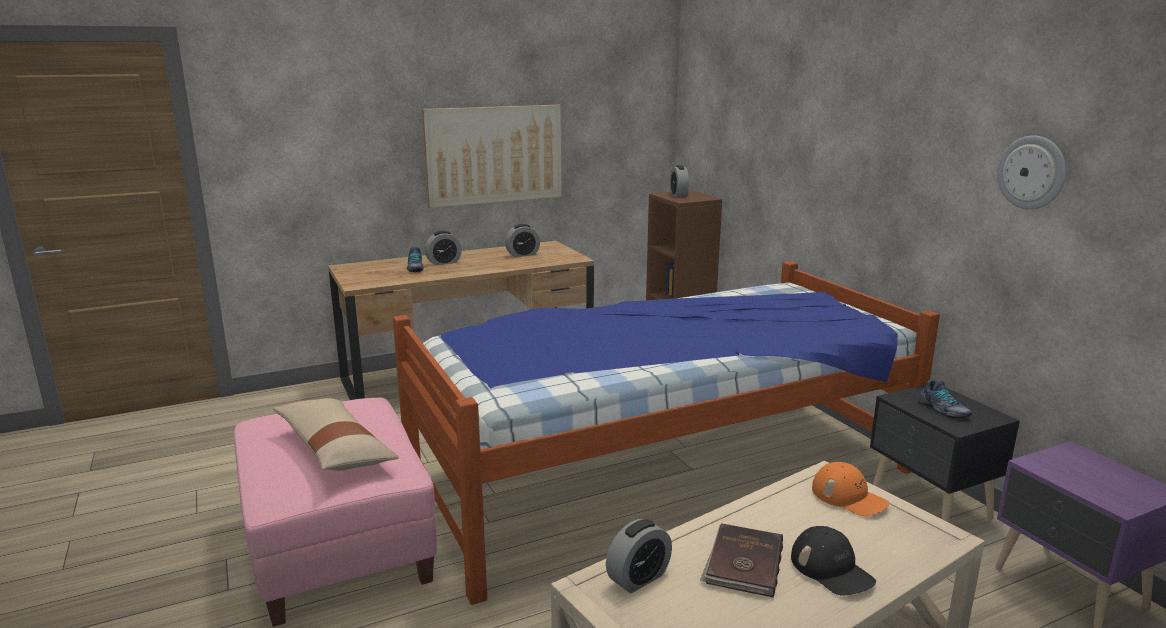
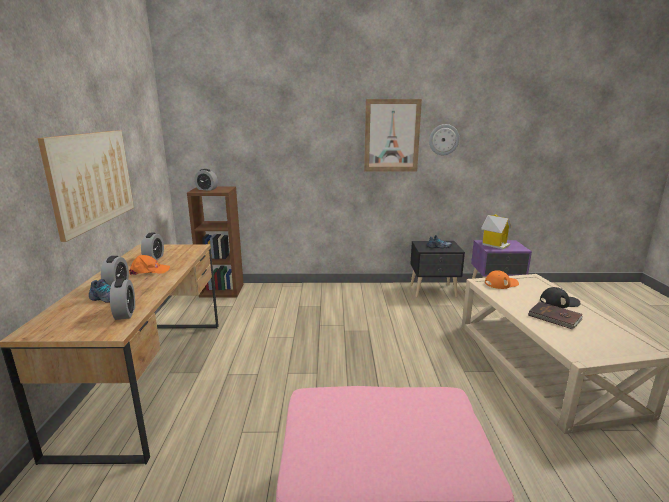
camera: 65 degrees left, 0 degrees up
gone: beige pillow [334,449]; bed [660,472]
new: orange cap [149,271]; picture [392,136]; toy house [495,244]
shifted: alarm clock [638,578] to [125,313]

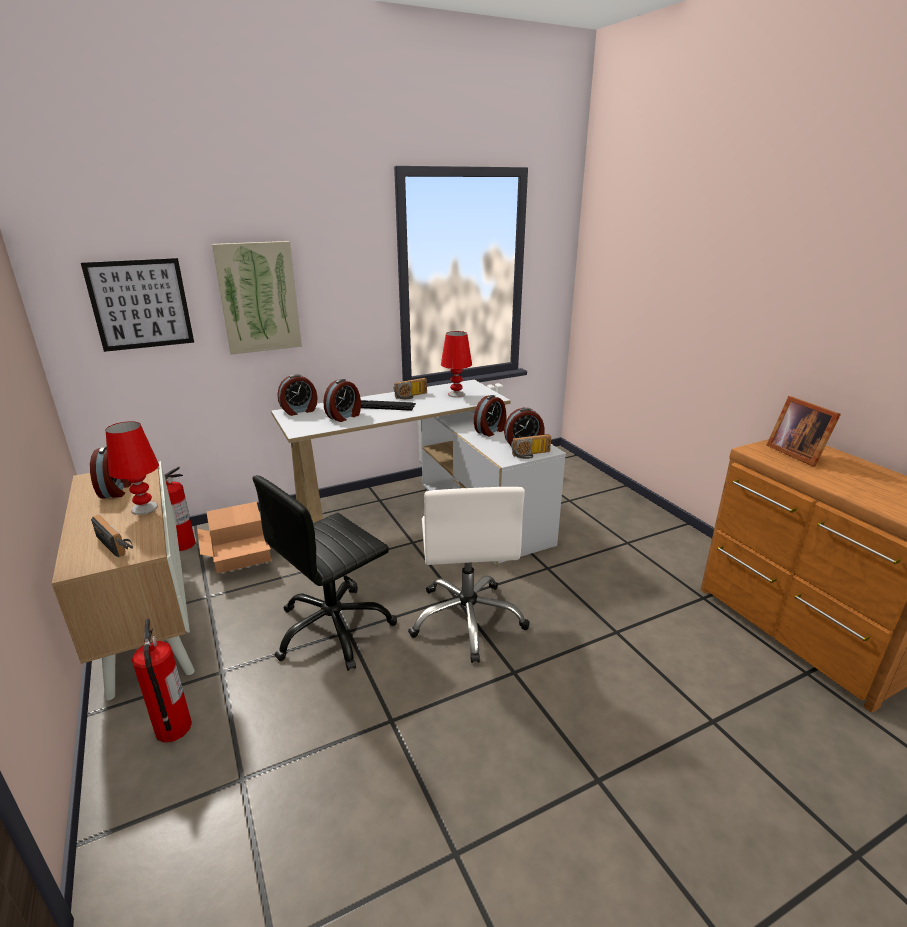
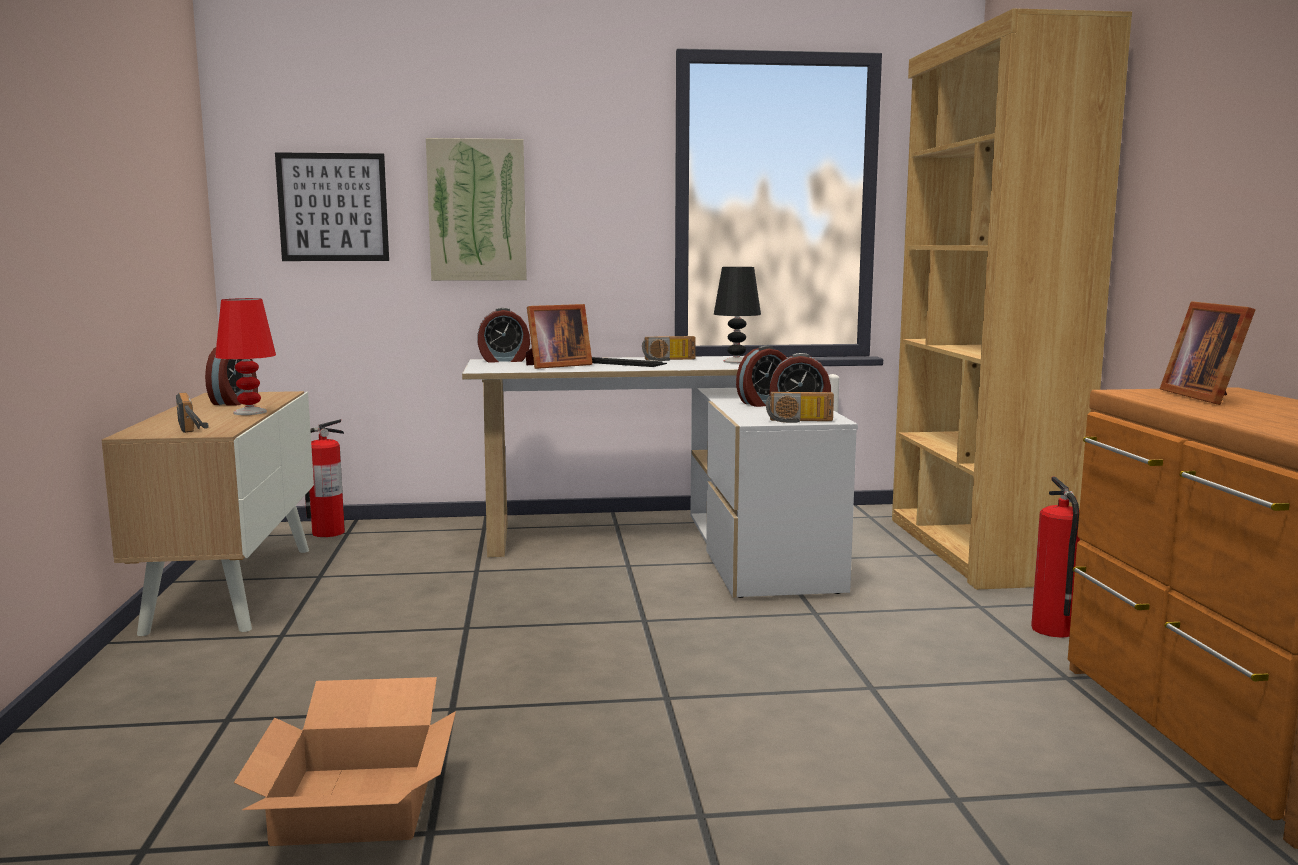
camera: 20 degrees right, 15 degrees down
gone: black office chair [334,629]; white office chair [468,619]
new: brown bookcase [976,549]
shifted: fire extinguisher [173,728] to [1054,629]; cardboard box [240,553] to [353,802]
swapped: alarm clock [344,416] to picture frame [555,366]
repainted: red table lamp [456,394] to black table lamp [736,361]

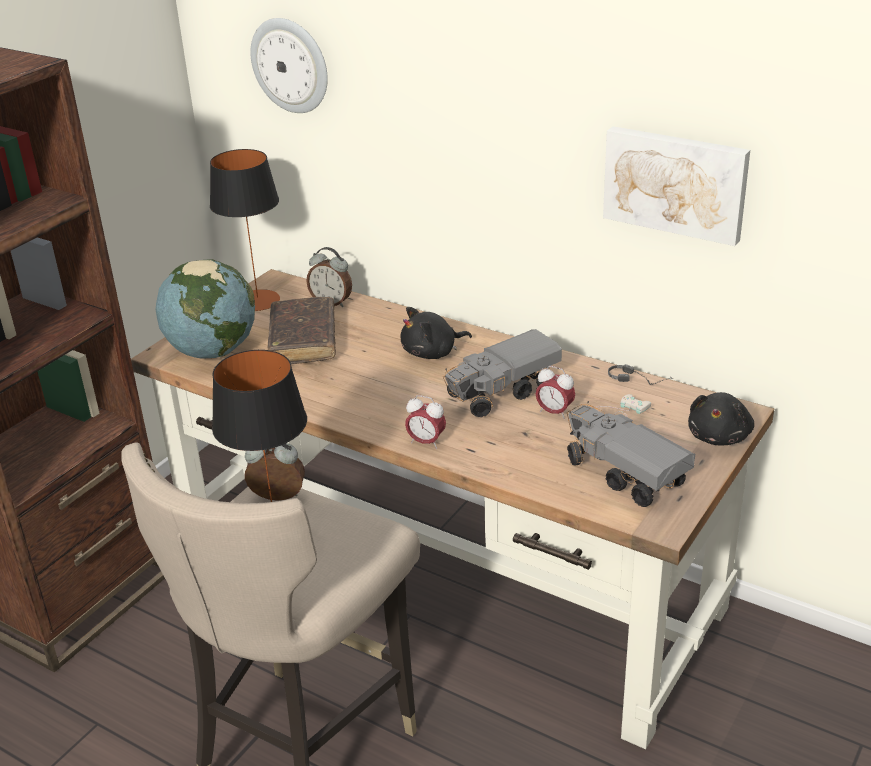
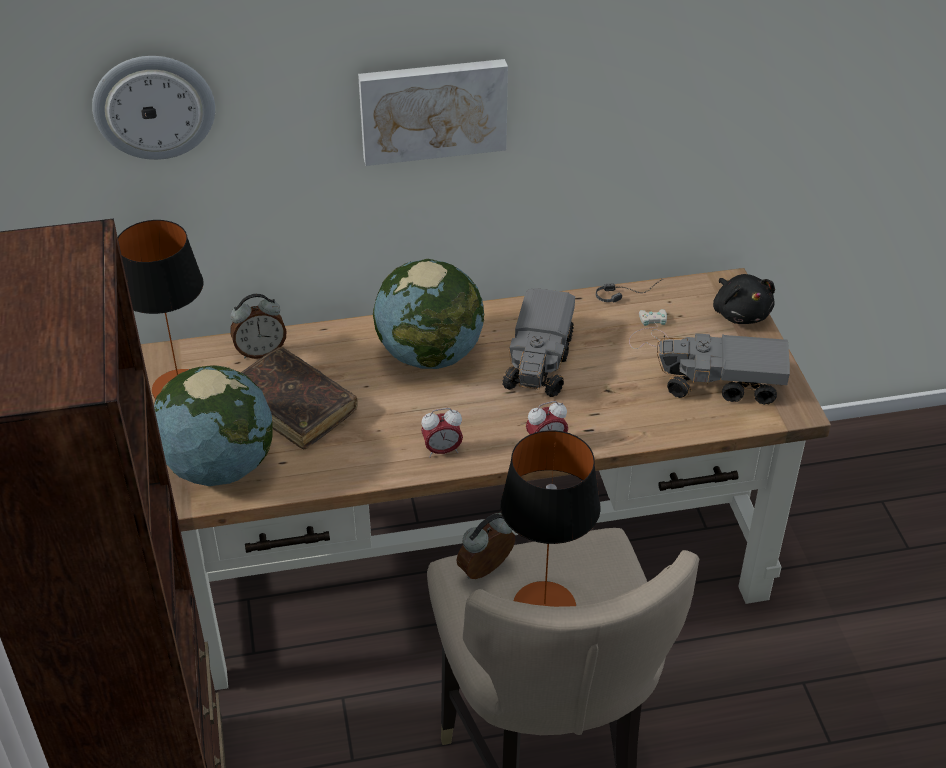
camera: 45 degrees left, 10 degrees up
shifted: alarm clock [554,412] to [442,450]; picture [676,183] to [433,109]
swapped: black plush toy [432,353] to globe [430,355]

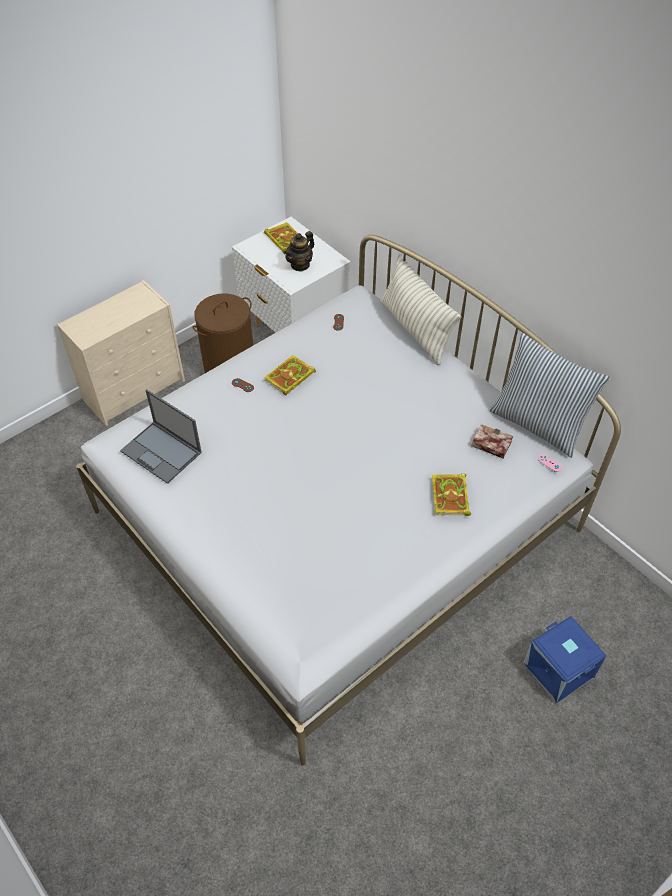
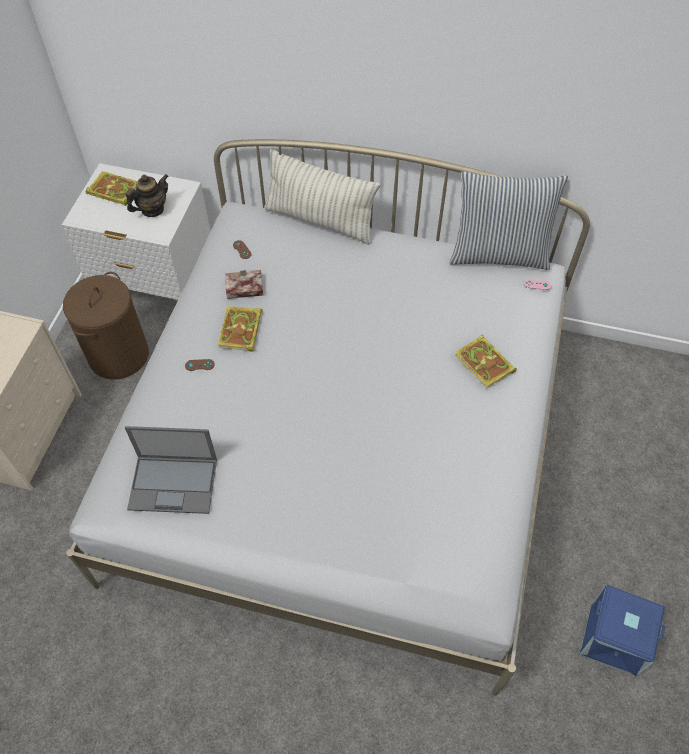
camera: 35 degrees left, 5 degrees up
shifted: book [489,444] to [243,288]; blue storage box [557,670] to [612,639]
rotated: teapot [300,265] = [152,209] 135 degrees counterclockwise

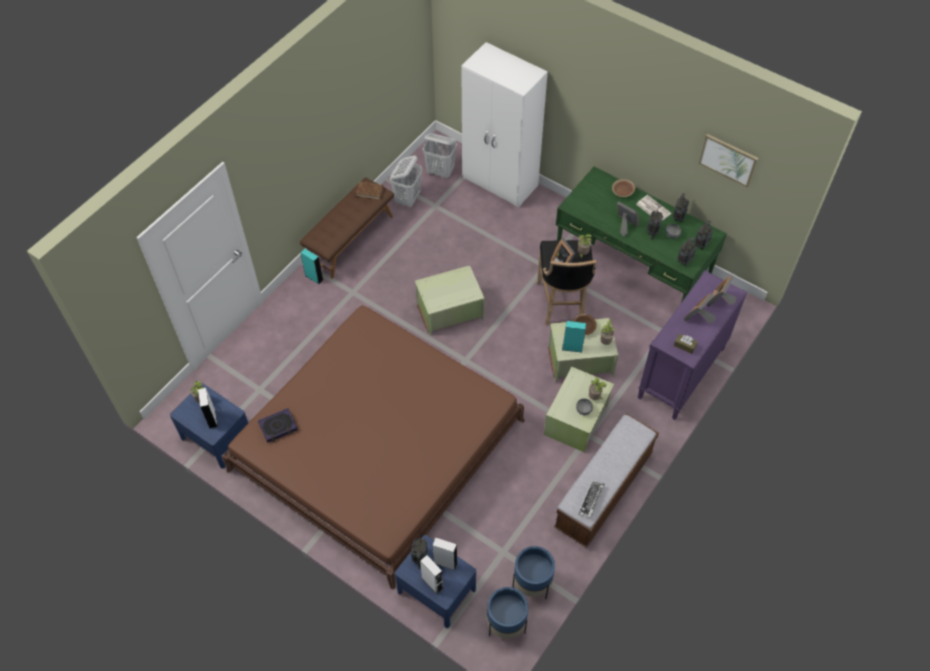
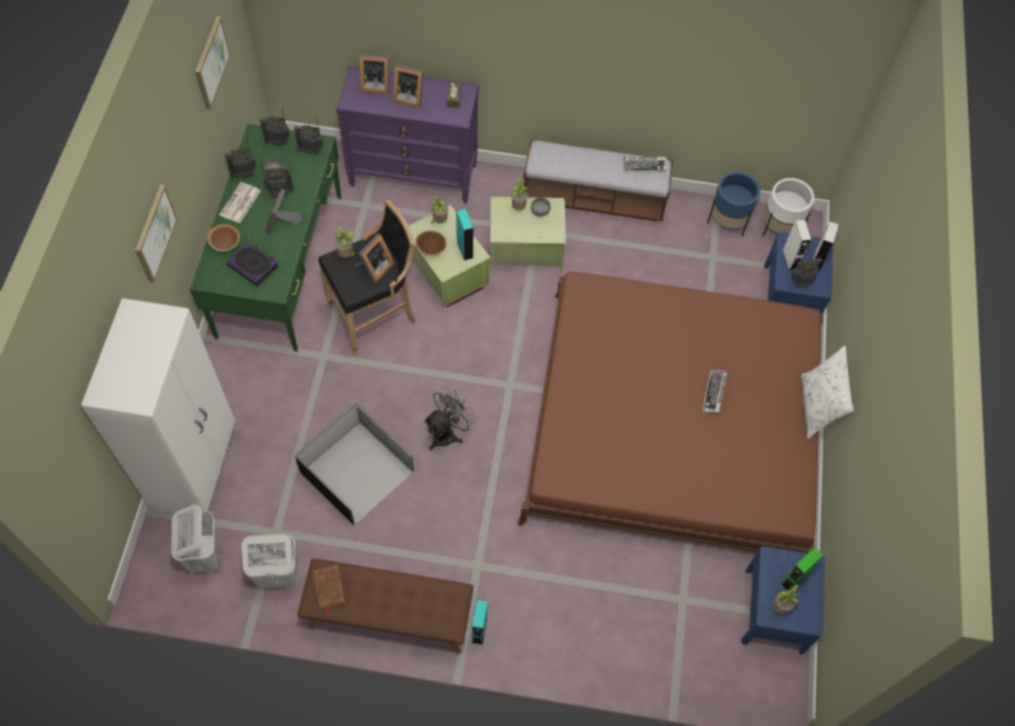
camera: 120 degrees left, 5 degrees up
new: picture [154,233]; black storage box [356,472]; keyboard [714,393]; white pillow [817,407]
shifted: book [278,427] to [253,266]
swapped: green storage box [449,311] to grey fan [448,433]
repainted: white speaker [212,418] to green speaker [793,579]; blue planter [506,624] to white planter [779,228]

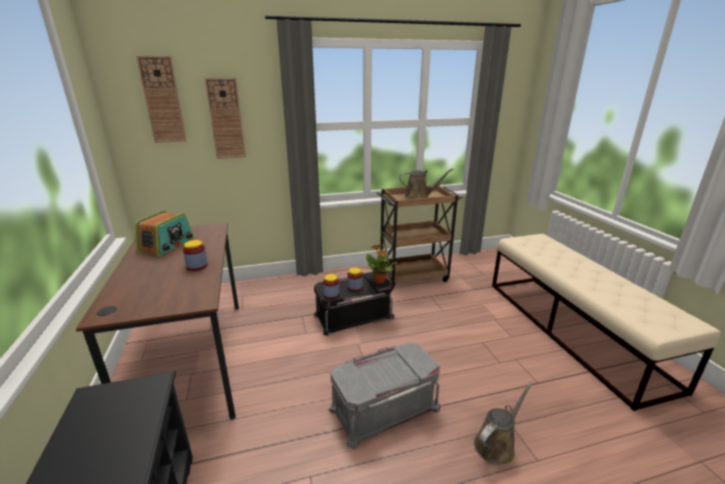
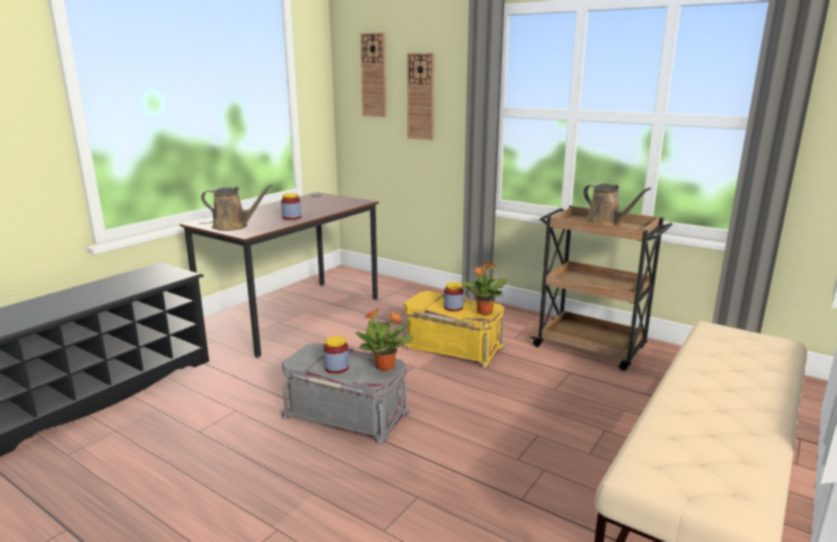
camera: 50 degrees right, 5 degrees down
gone: radio [167,245]
new: potted plant [386,367]
shifted: jar [331,294] to [336,368]; brown watering can [496,444] to [233,226]
repainted: black storage box [353,315] to yellow storage box [453,347]

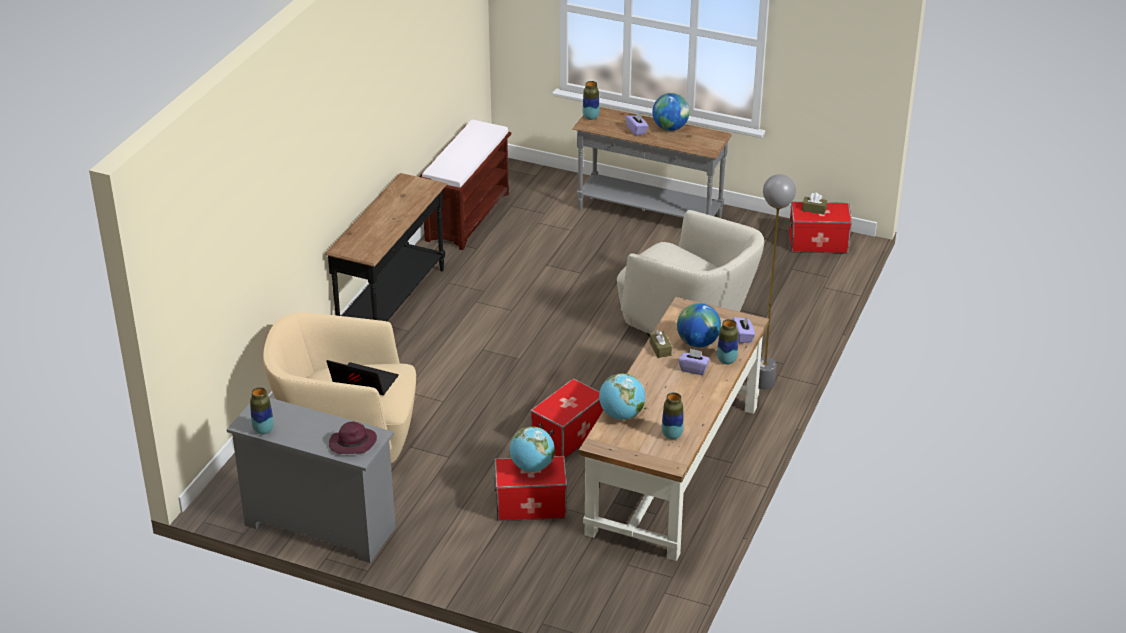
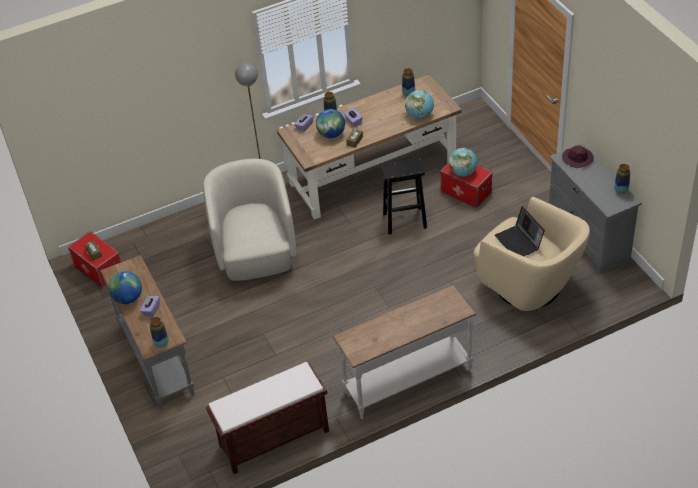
camera: 135 degrees left, 10 degrees up
swapped: storage box [567,435] to black stool [404,221]
repainted: black console table [393,304] to white console table [407,380]

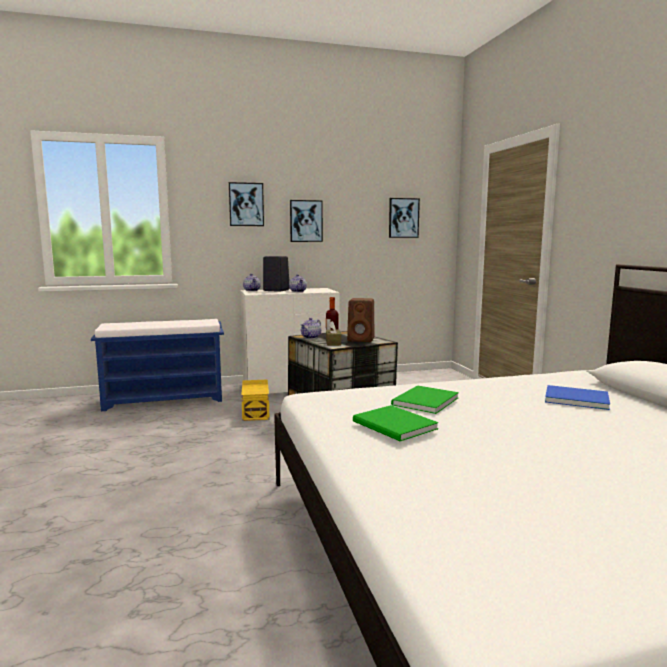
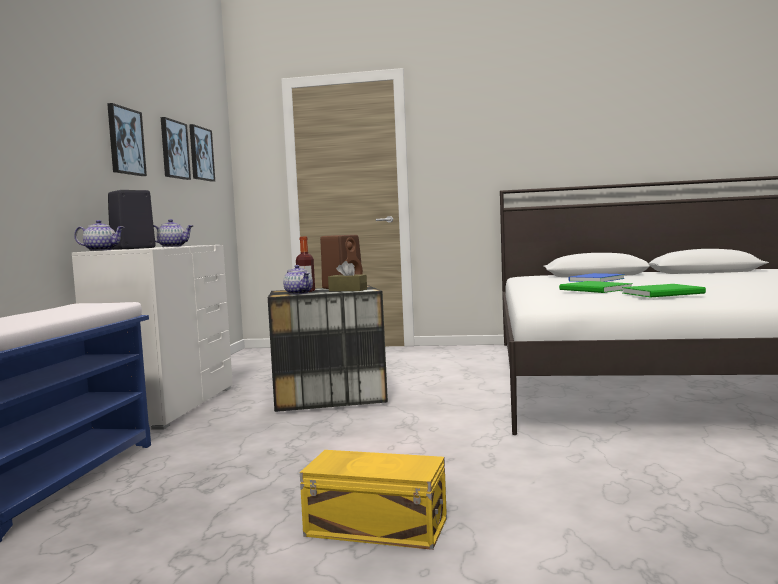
camera: 65 degrees left, 5 degrees down
shifted: picture [246,204] to [174,149]; yellow storage box [256,411] to [375,526]

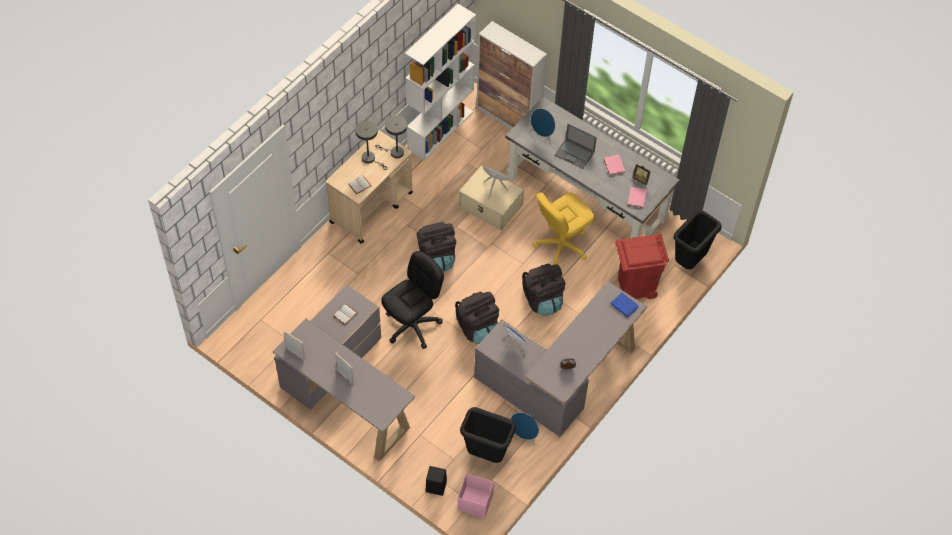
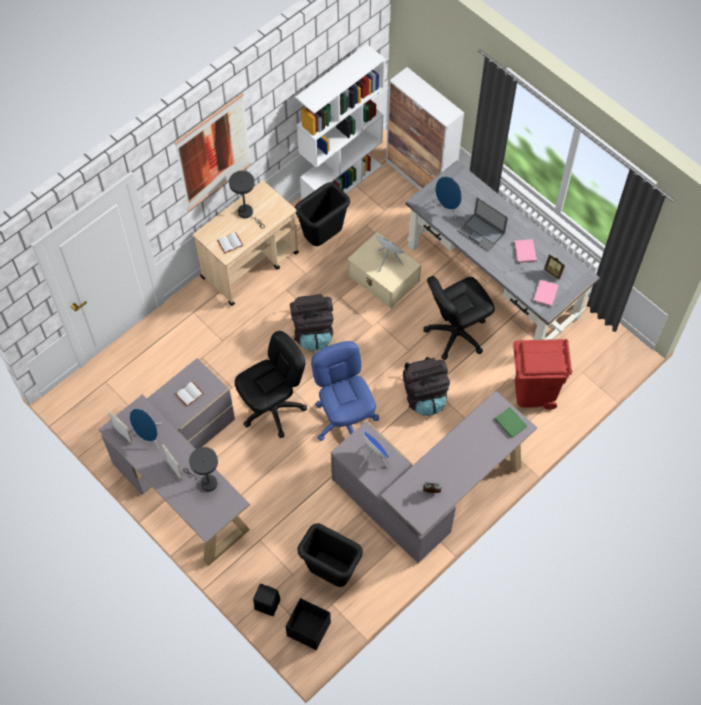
camera: 10 degrees right, 5 degrees up
new: picture [213,152]
shifted: grey table lamp [394,152] to [206,482]; blue speaker [524,436] to [149,436]; black trash can [690,261] to [323,237]
swapped: black backpack [477,327] to blue office chair [345,420]
repainted: pink storage box [475,502] to black storage box [308,628]; yellow office chair [561,245] to black office chair [456,333]; blue book [624,305] to green book [510,422]

